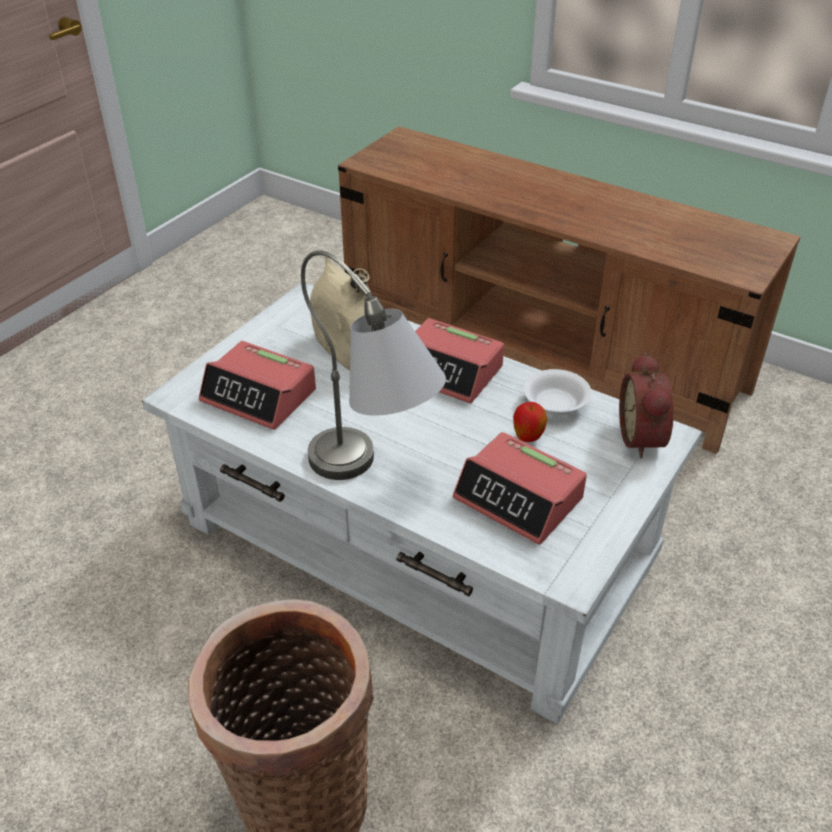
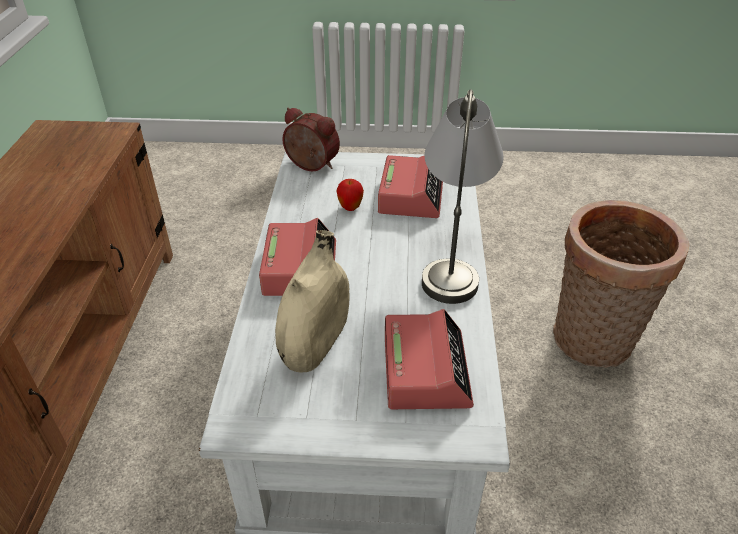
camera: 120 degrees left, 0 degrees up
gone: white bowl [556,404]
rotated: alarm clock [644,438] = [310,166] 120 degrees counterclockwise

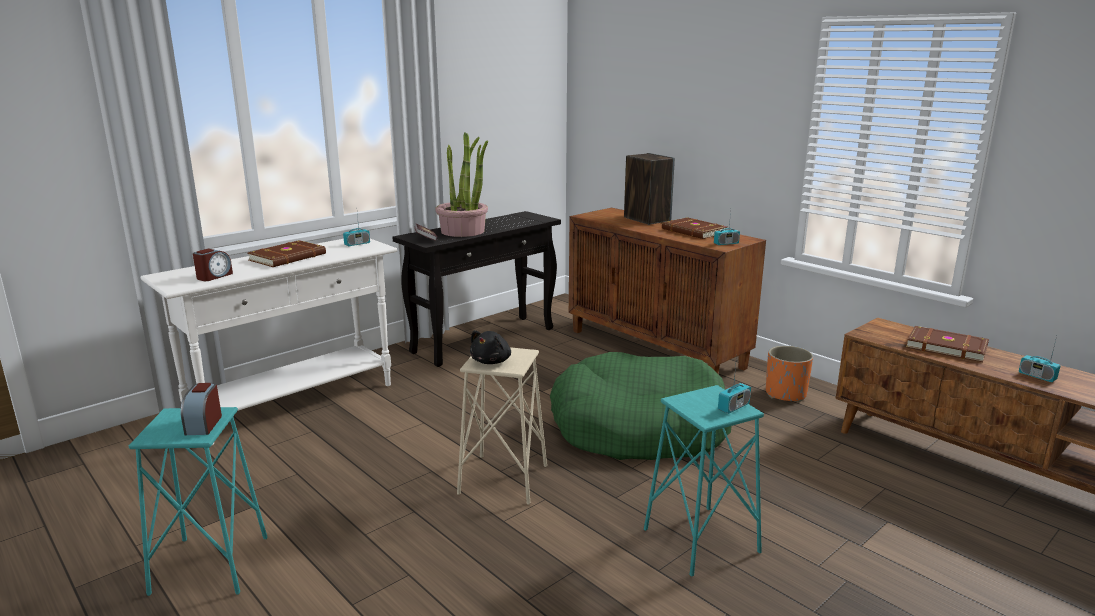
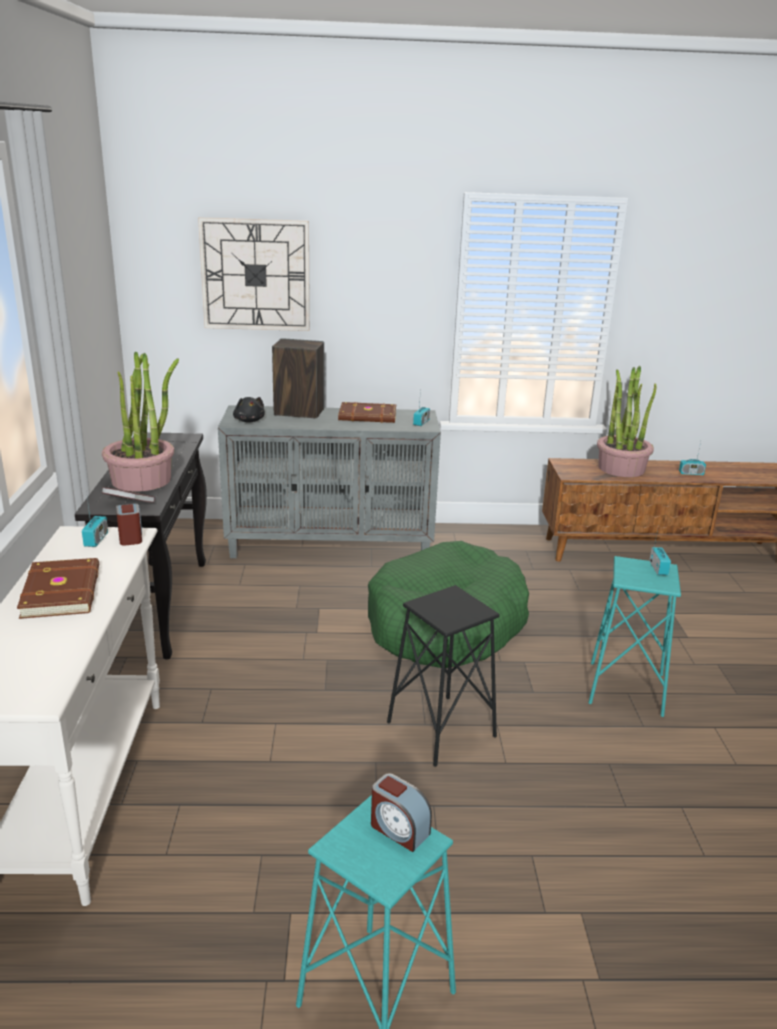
camera: 50 degrees left, 5 degrees up
gone: orange planter [785,394]
new: wall clock [255,275]
shifted: alarm clock [214,276] to [130,536]; black plush toy [492,361] to [249,421]
swapped: brown book [946,346] to potted plant [621,468]
repainted: beige stool [503,479] to black stool [441,730]; brown cabinet [656,349] to grey cabinet [331,545]

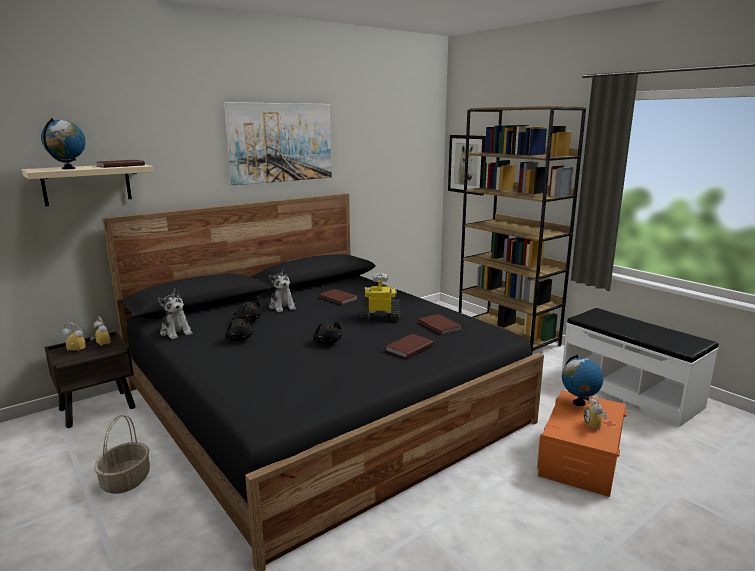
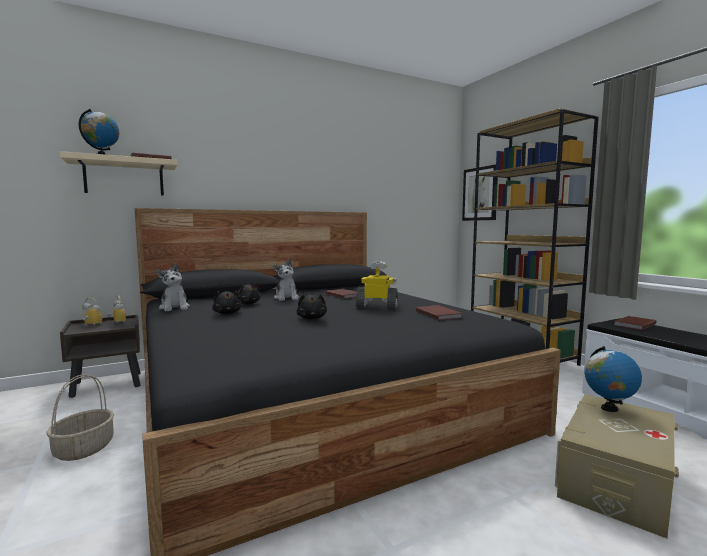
camera: 10 degrees right, 10 degrees down
gone: picture [280,142]; alarm clock [595,426]
shifted: brown book [408,347] to [633,324]
repainted: orange storage box [581,458] to beige storage box [616,481]

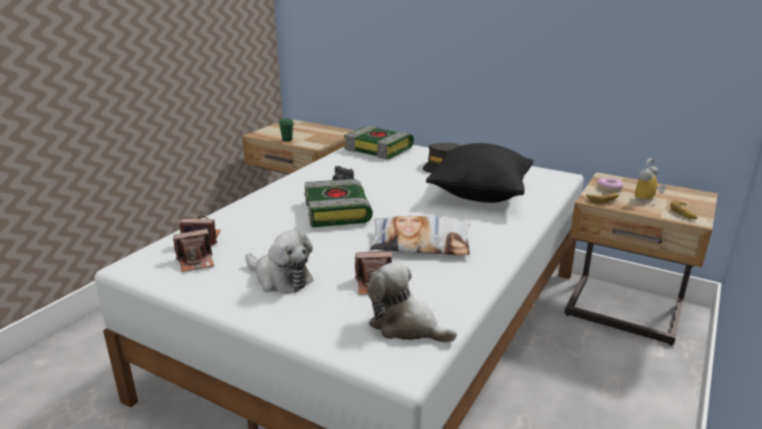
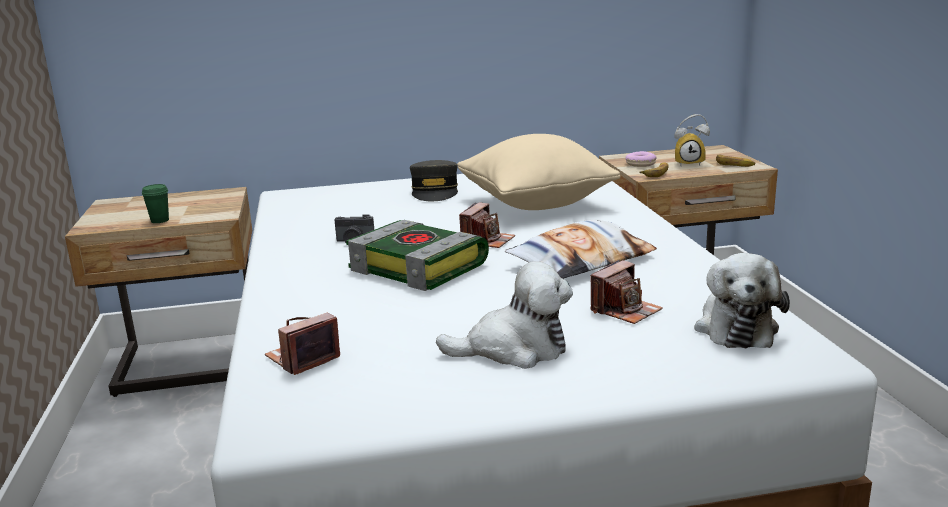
camera: 40 degrees left, 5 degrees down
gone: book [380,149]
shifted: photo camera [196,262] to [487,241]
repainted: black pillow [480,195] to beige pillow [536,204]
rotated: plush toy [406,326] = [735,327] 75 degrees counterclockwise; alarm clock [647,200] = [689,163] 90 degrees counterclockwise

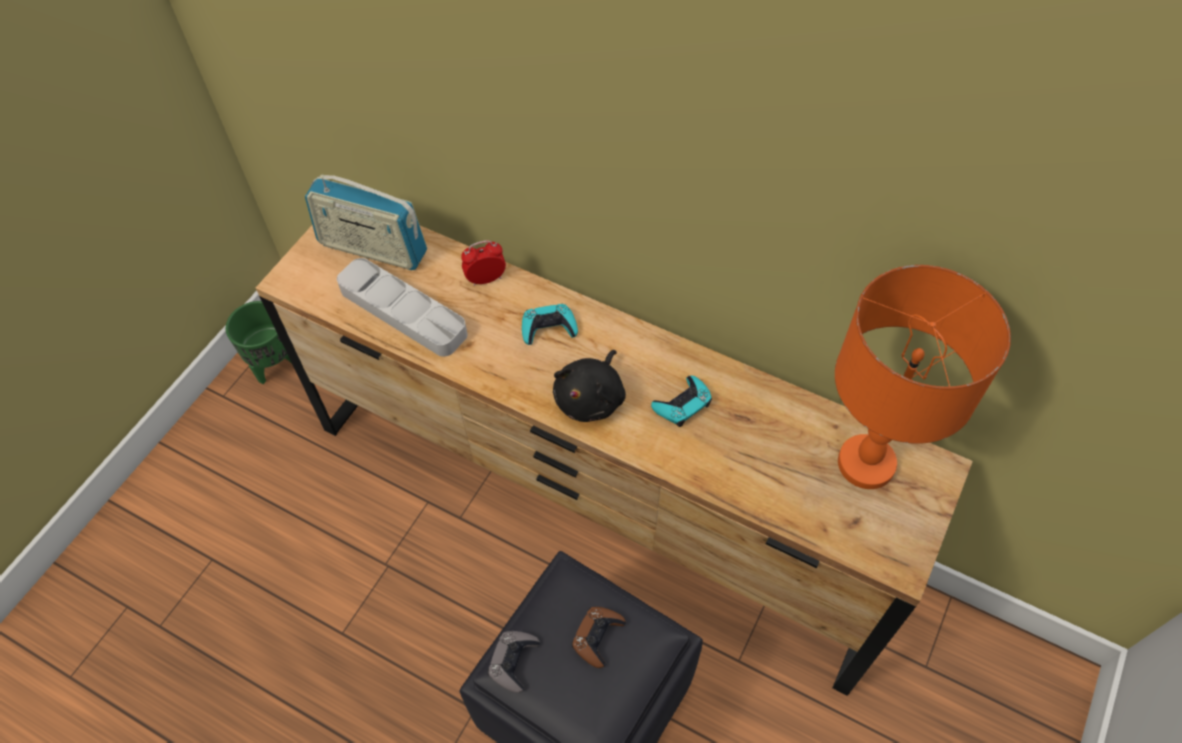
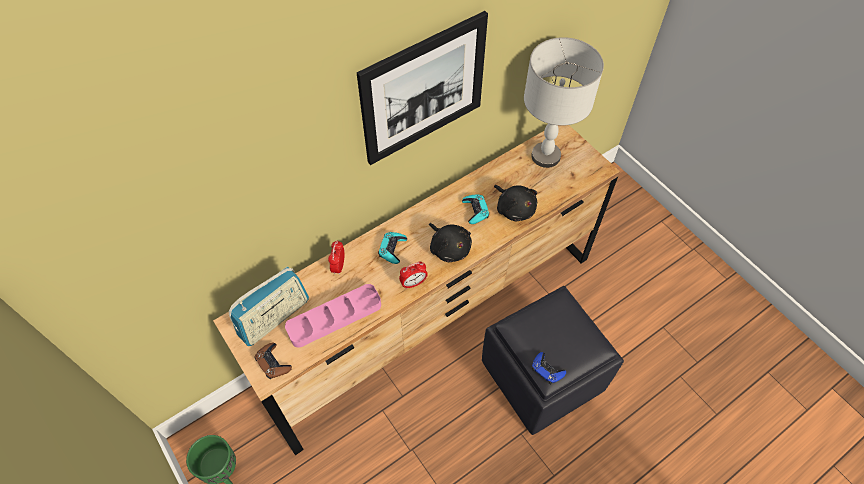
camera: 65 degrees left, 0 degrees up
new: picture [423,89]; alarm clock [413,283]; black plush toy [514,208]
shifted: brown game controller [597,637] to [273,363]
repainted: grey tray [403,311] to pink tray [334,318]; grey game controller [513,662] to blue game controller [547,370]; orange table lamp [864,463] to grey table lamp [545,156]

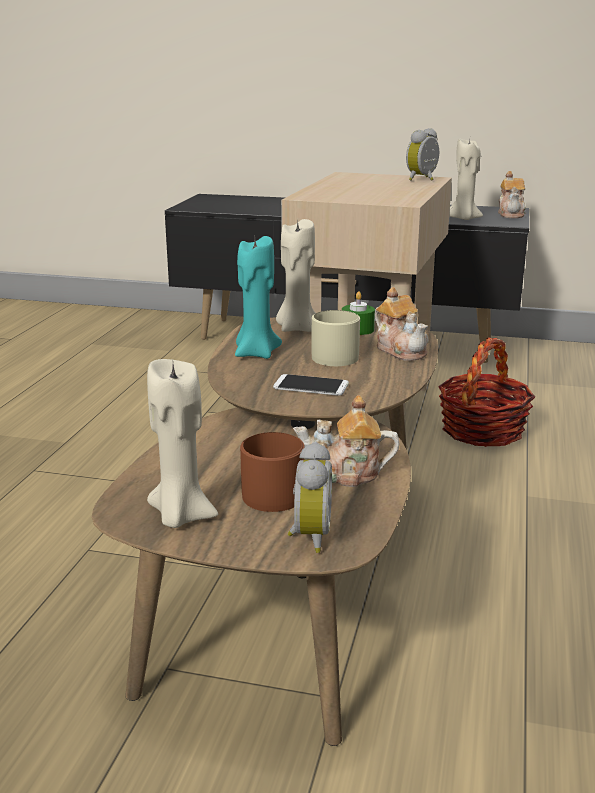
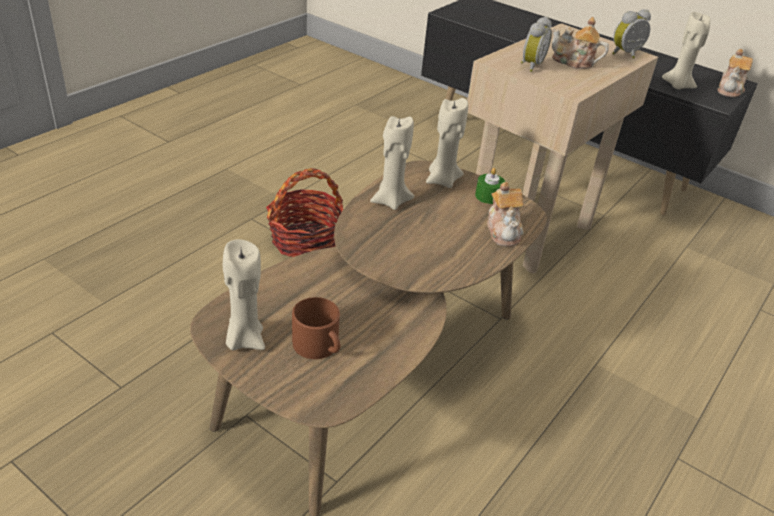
camera: 20 degrees right, 15 degrees up
gone: phone [311,386]; beige mug [336,355]
shifted: alarm clock [308,536] to [530,65]; teapot [344,474] to [573,62]; basket [482,430] to [306,240]
repainted: turquoise candle [256,353] to beige candle [390,201]

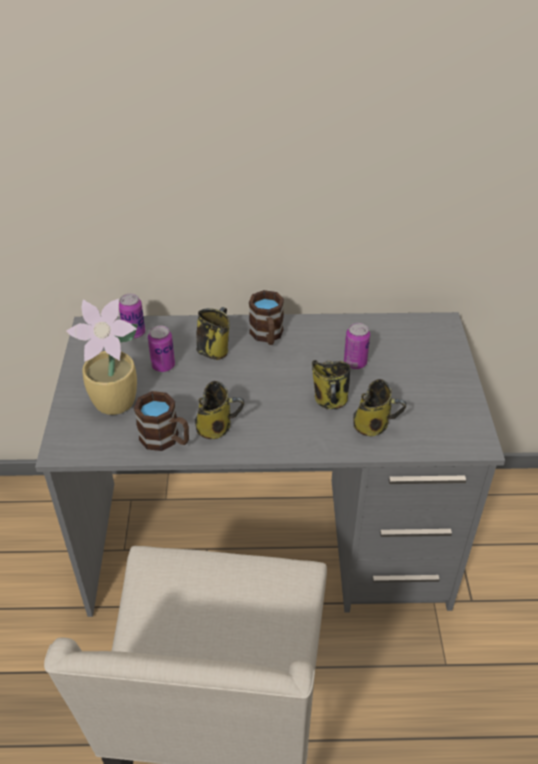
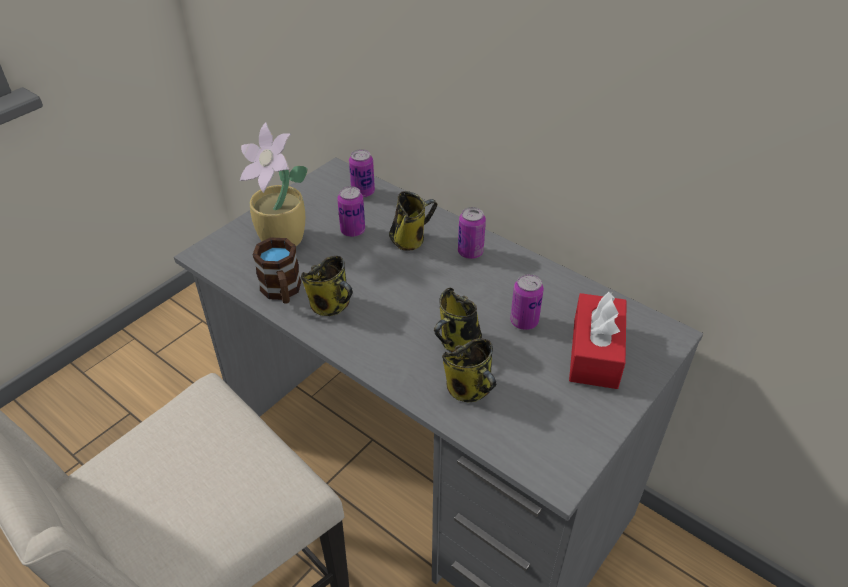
camera: 40 degrees right, 0 degrees up
new: red tissue box [595,353]
swapped: brown mug [267,336] to can [470,252]

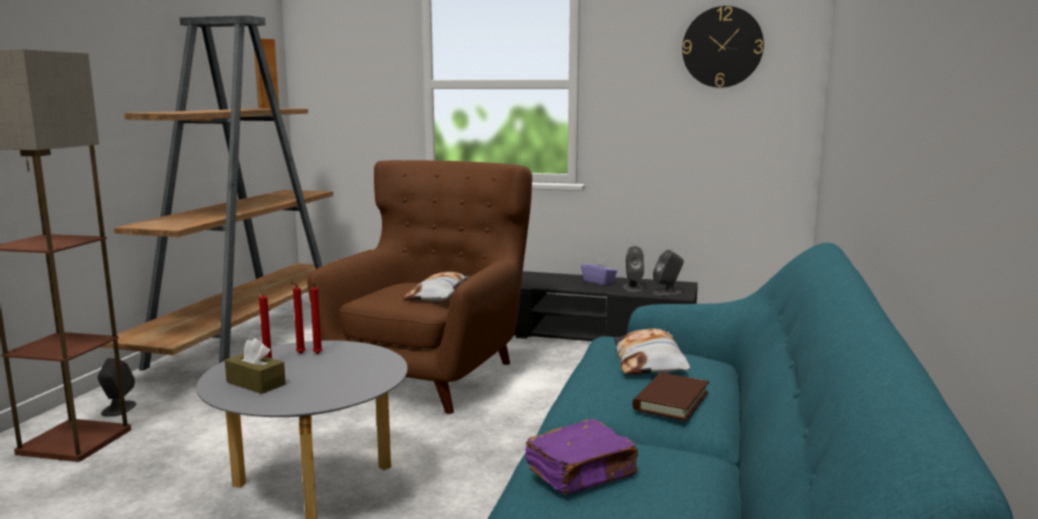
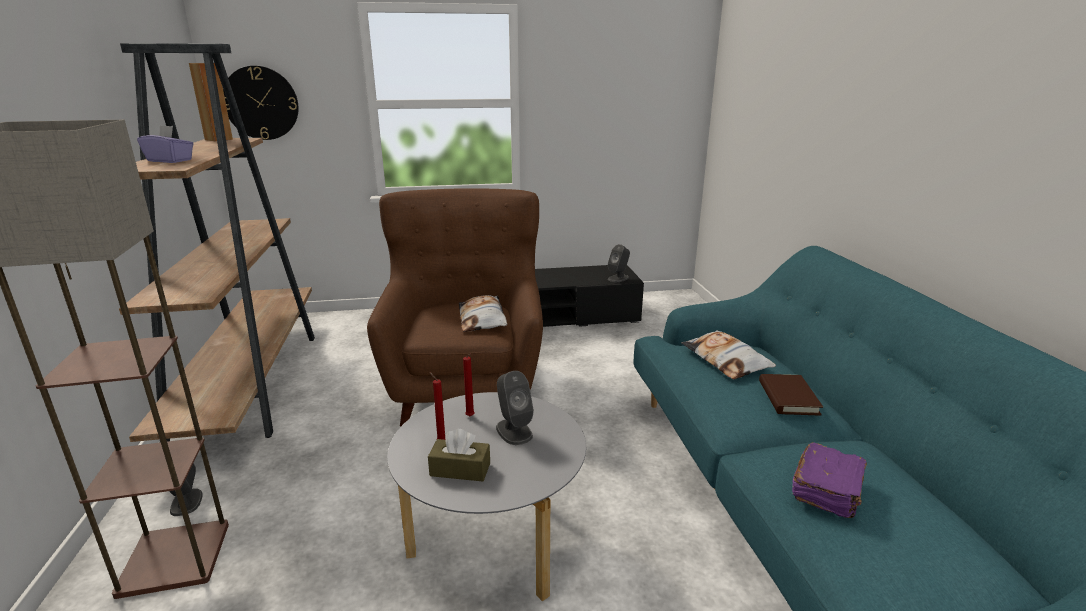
camera: 25 degrees left, 10 degrees up
gone: red candle [299,354]
shifted: purple tissue box [599,282] to [170,160]; grey speaker [633,288] to [514,431]; wall clock [722,47] to [261,103]

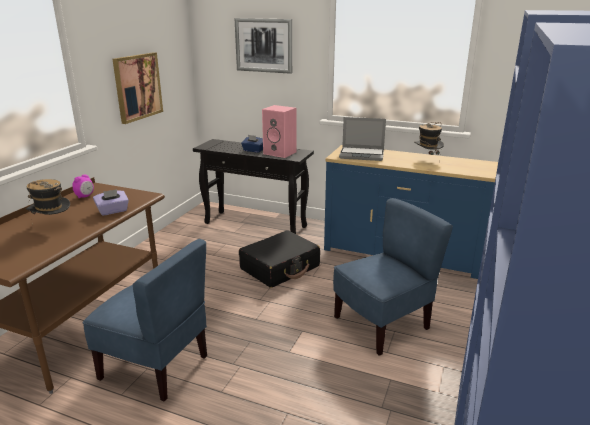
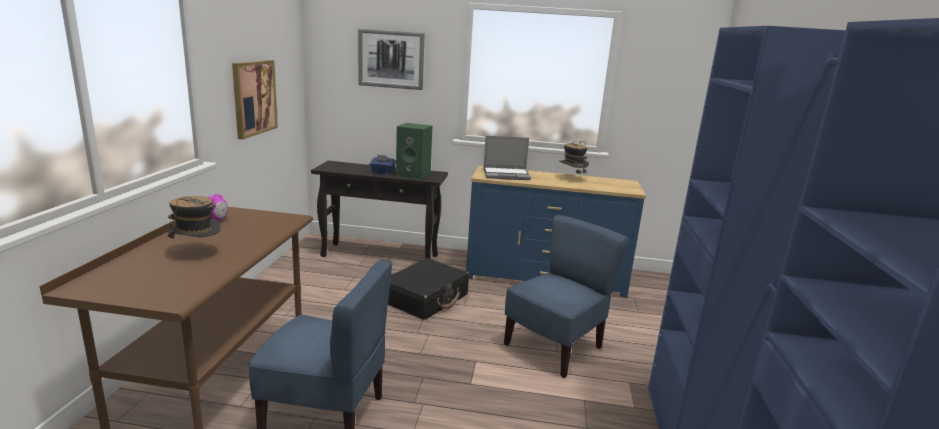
camera: 15 degrees left, 5 degrees down
gone: purple tissue box [113,211]
repainted: pink speaker [280,153] to green speaker [414,174]

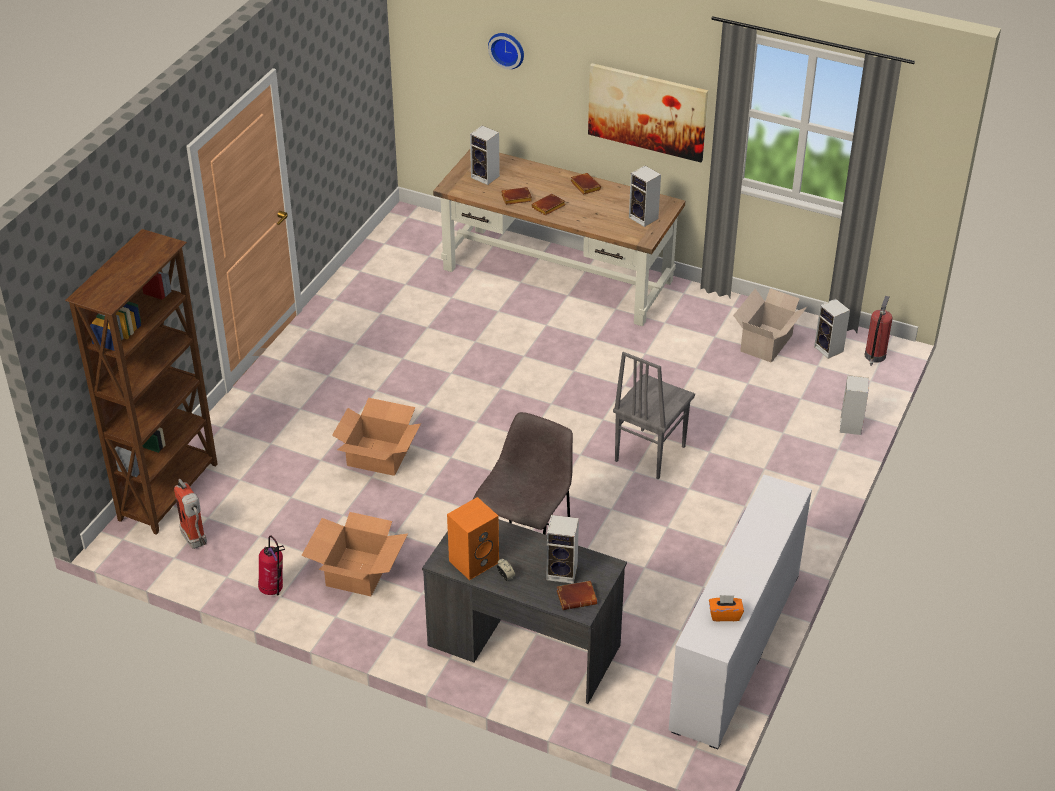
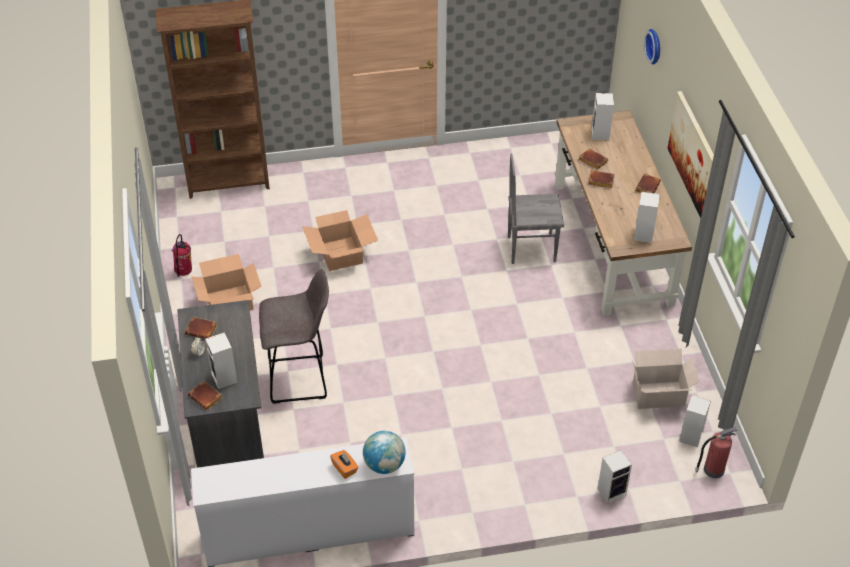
camera: 55 degrees right, 5 degrees up
gone: fire extinguisher [196,542]
new: globe [384,465]
shifted: grey chair [648,453] to [531,248]; orange tissue box [725,615] to [345,468]
swapped: orange speaker [474,560] to brown book [202,330]

